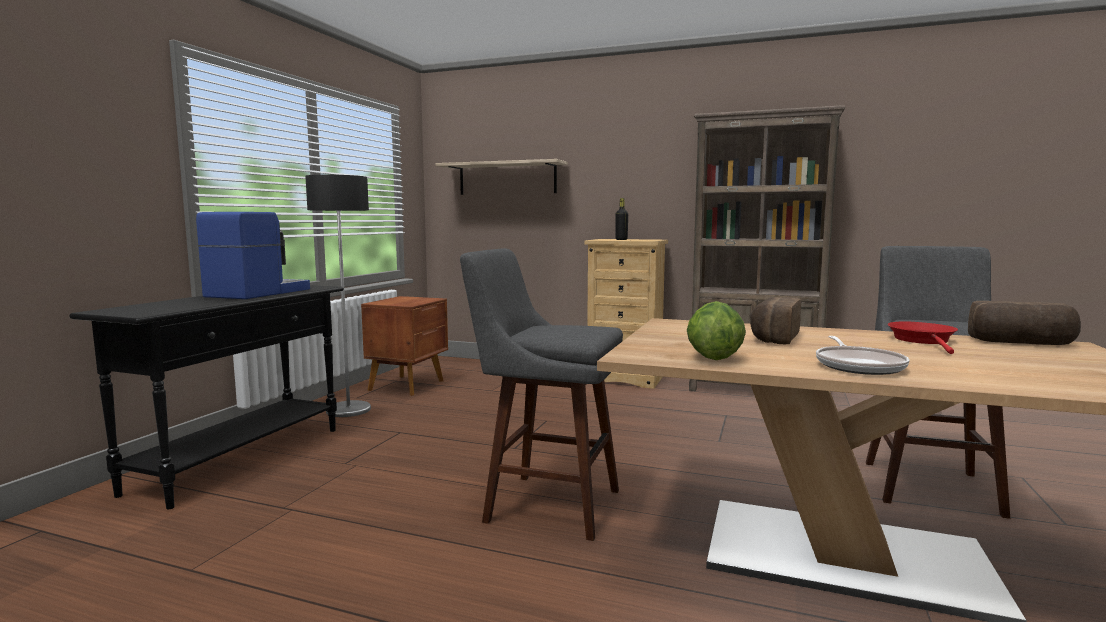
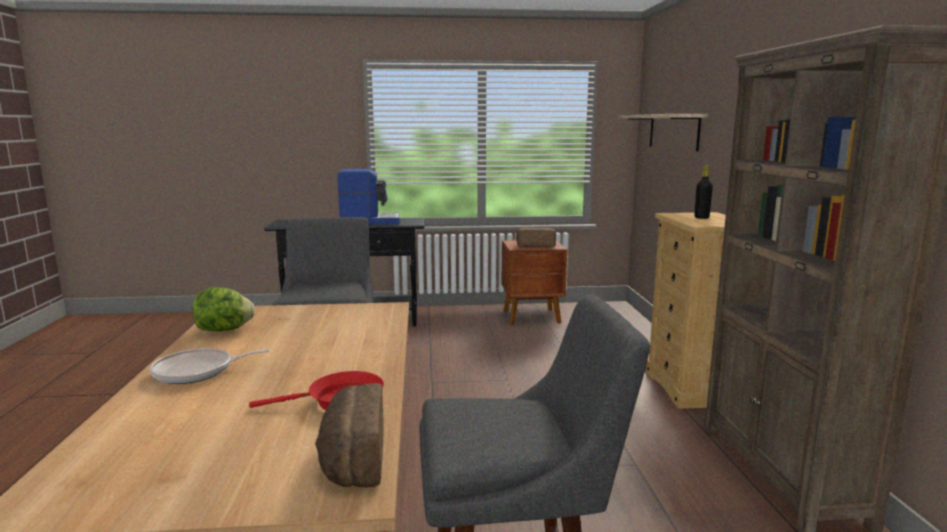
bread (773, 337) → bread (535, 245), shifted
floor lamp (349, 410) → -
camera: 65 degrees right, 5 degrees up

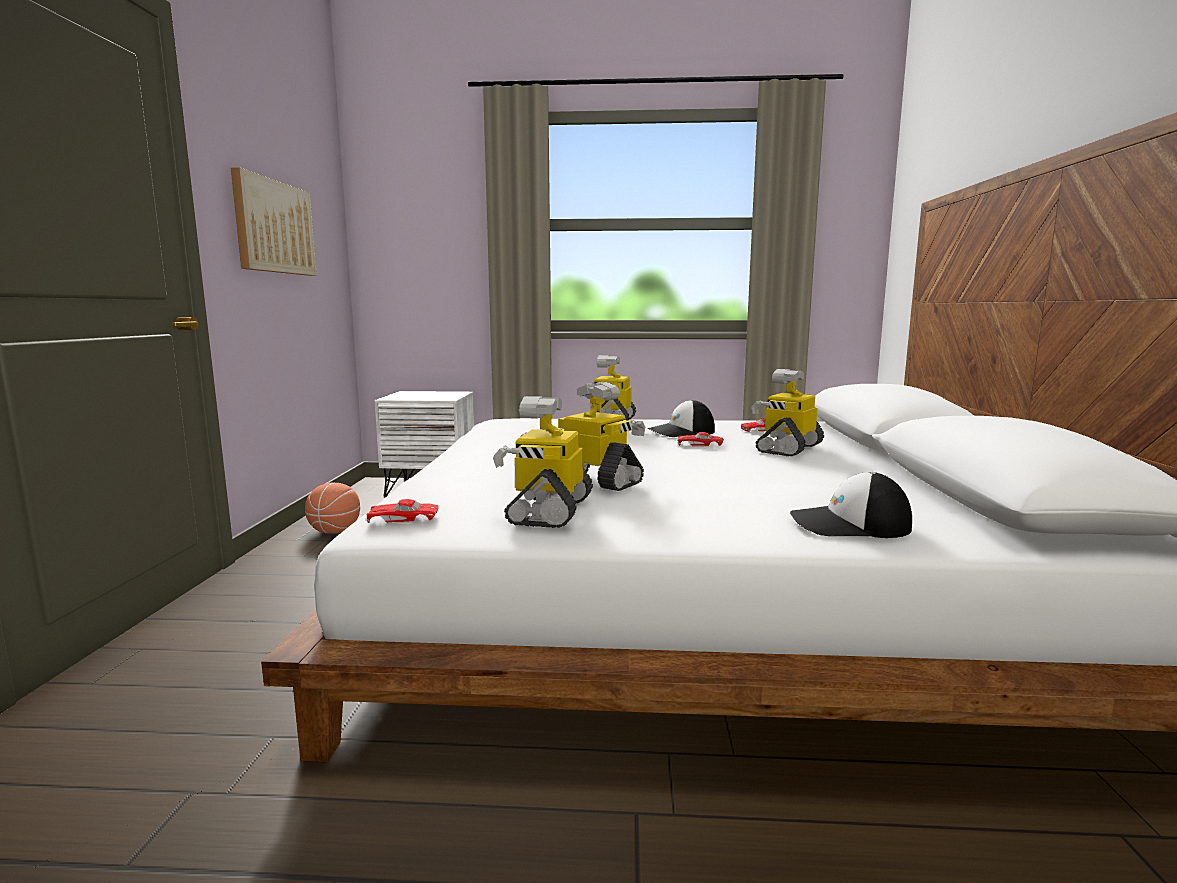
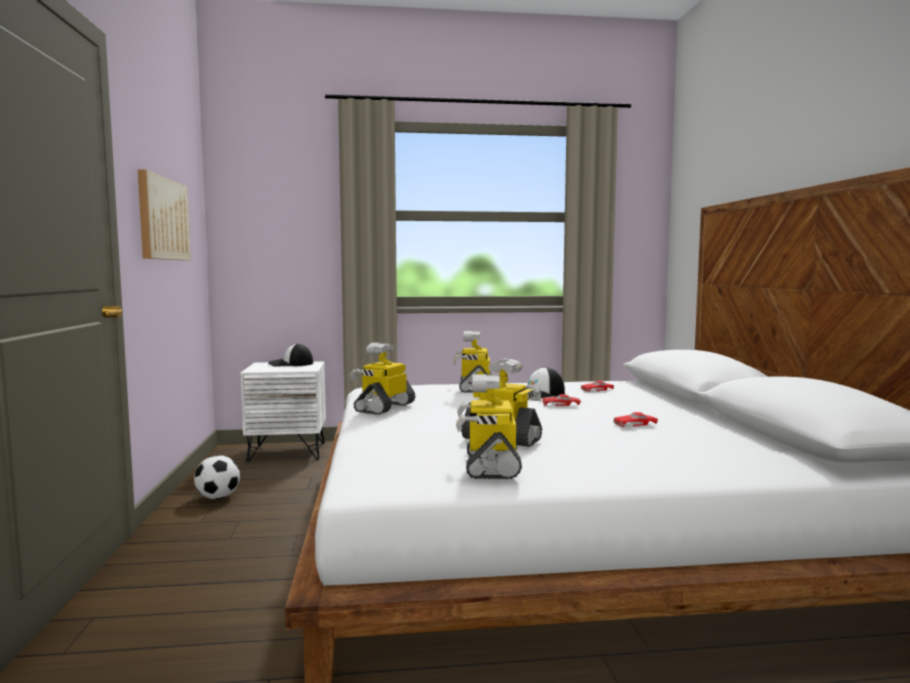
ball for basketball (334, 531) → football (218, 497)
baseball cap (849, 524) → baseball cap (290, 364), shifted
model robot (788, 448) → model robot (384, 407), shifted
toy car/red (403, 518) → toy car/red (635, 424), shifted
camera: 10 degrees left, 5 degrees down

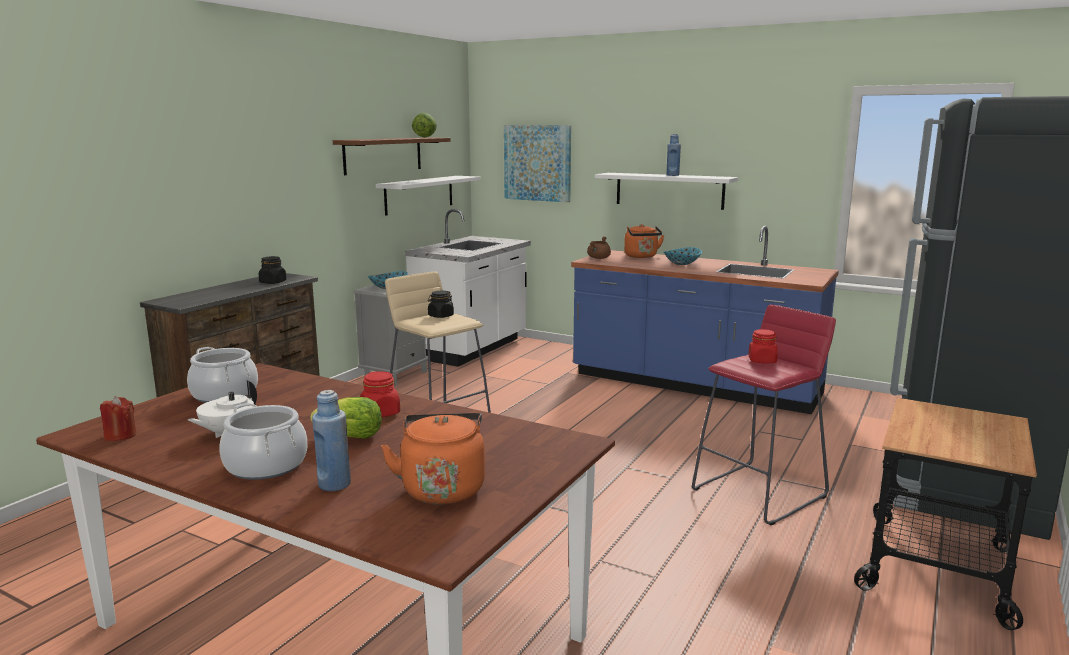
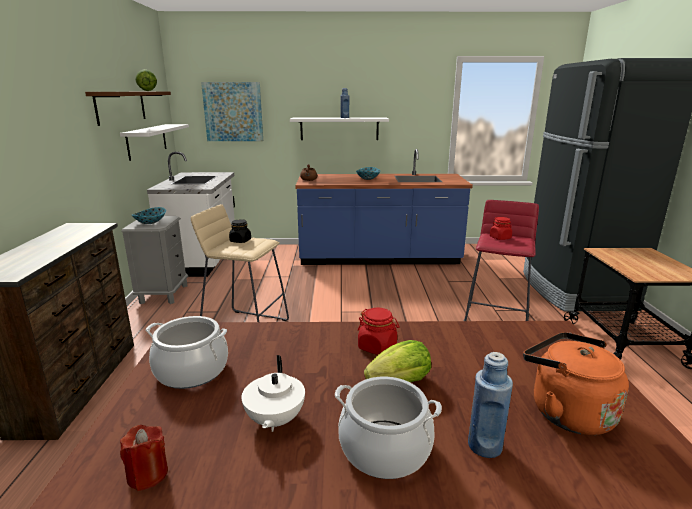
preserve jar/blackish (273, 282) → -
tea kettle/orange-coloured (642, 256) → -
camera: 30 degrees left, 5 degrees up

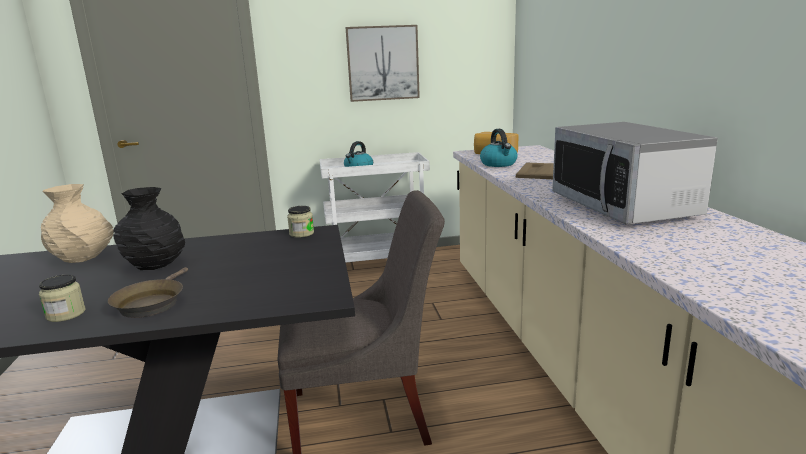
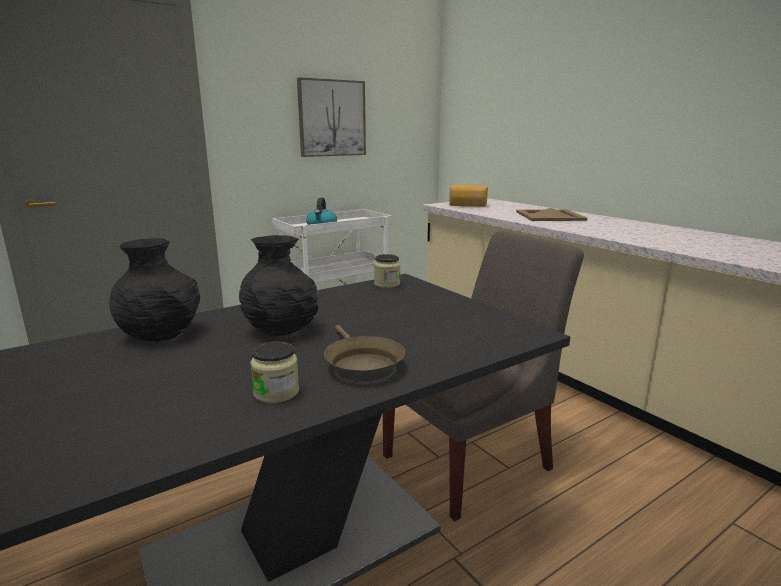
decorative vase/beige (83, 257) → decorative vase/blackish (162, 333)
tea kettle (499, 164) → -
kitchen microwave (623, 207) → -
camera: 25 degrees left, 0 degrees up

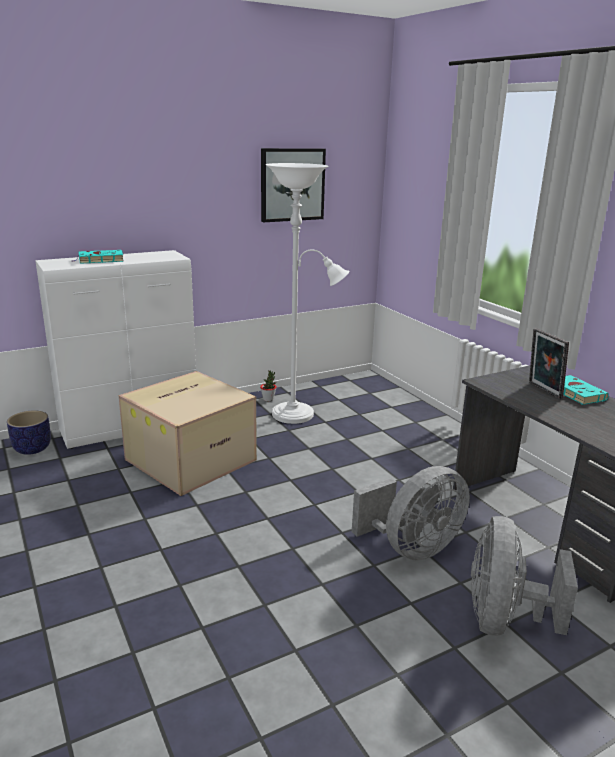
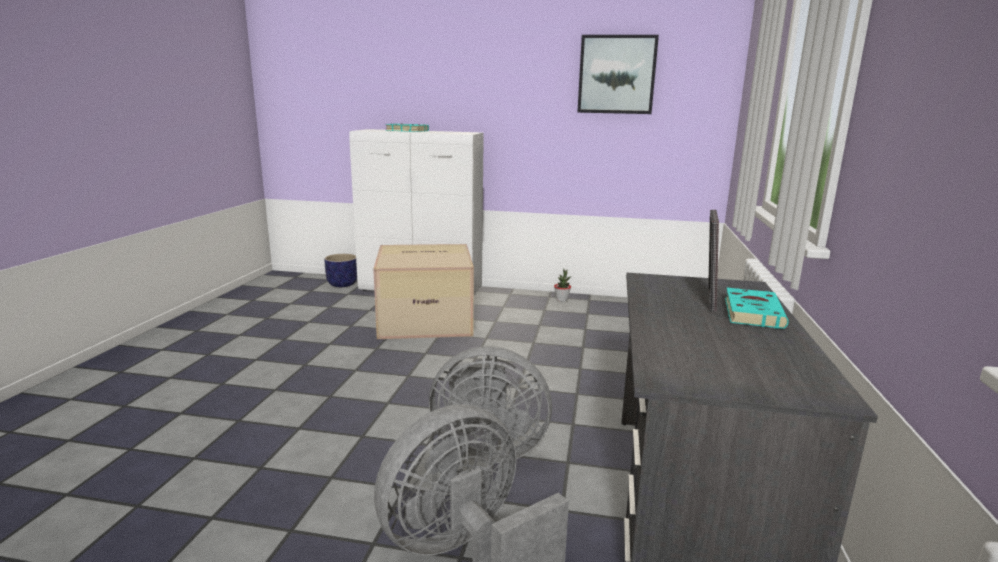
floor lamp/white-coloured (298, 414) → -
camera: 40 degrees right, 5 degrees down

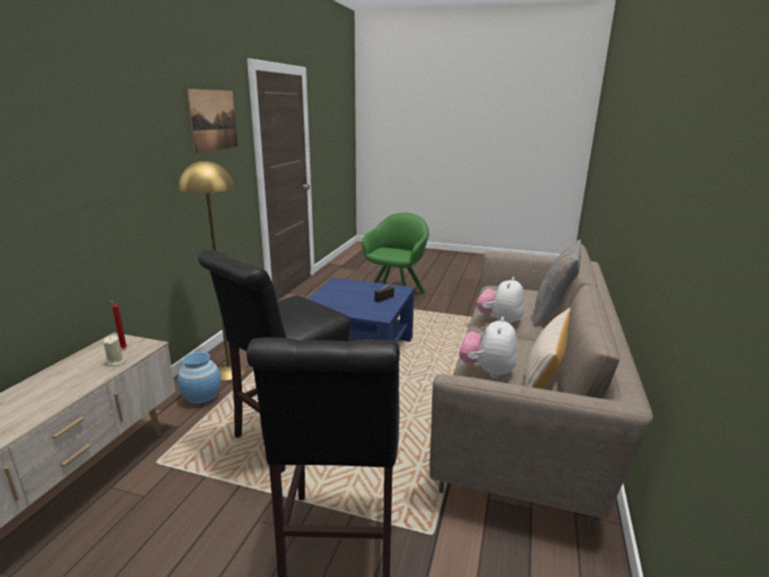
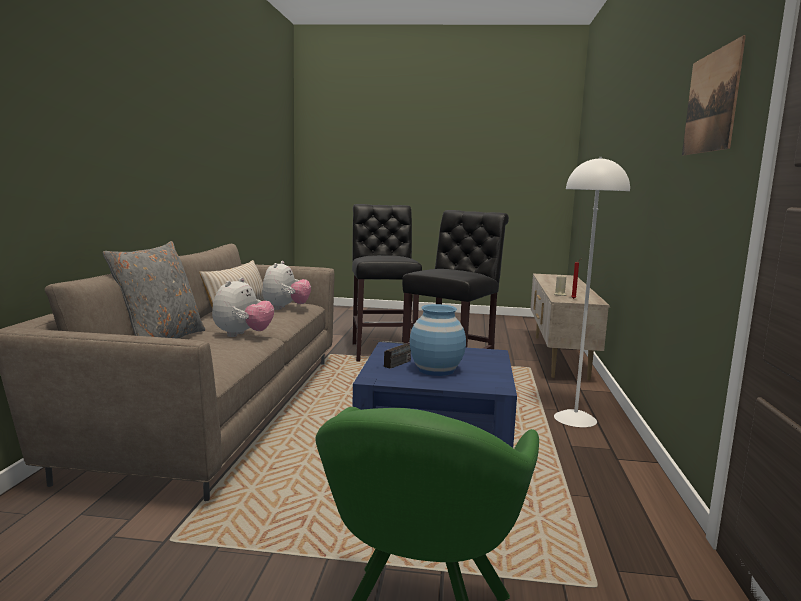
decorative vase/blue-coloured (202, 397) → decorative vase/blue-coloured (436, 370), shifted
floor lamp/yellowish (228, 371) → floor lamp/white-coloured (575, 419)
camera: 170 degrees right, 10 degrees down

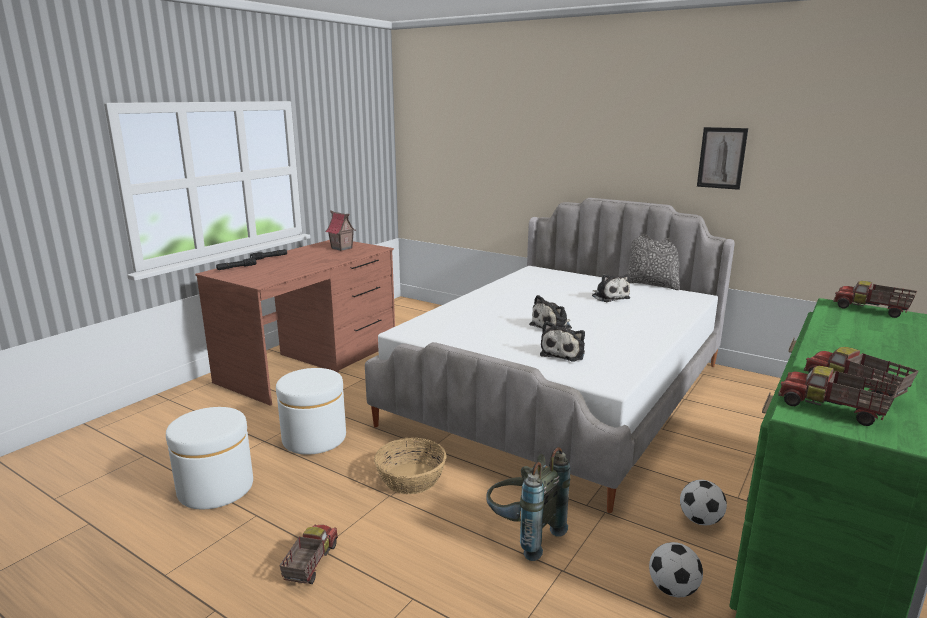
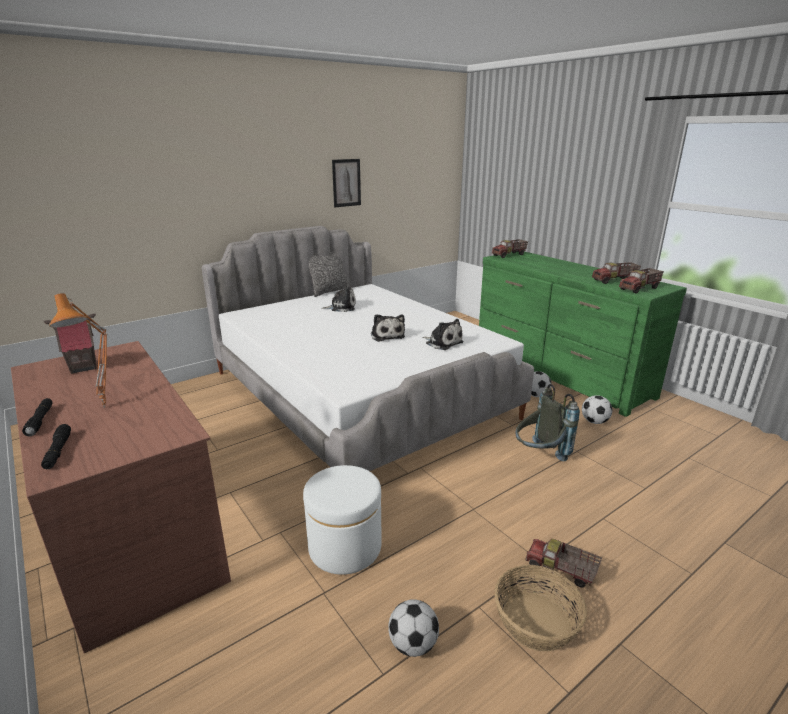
- → table lamp/orange-coloured (107, 407)
pouffe/white-coloured (216, 488) → football (413, 645)
basket (410, 478) → basket (535, 622), shifted
camera: 70 degrees left, 5 degrees up

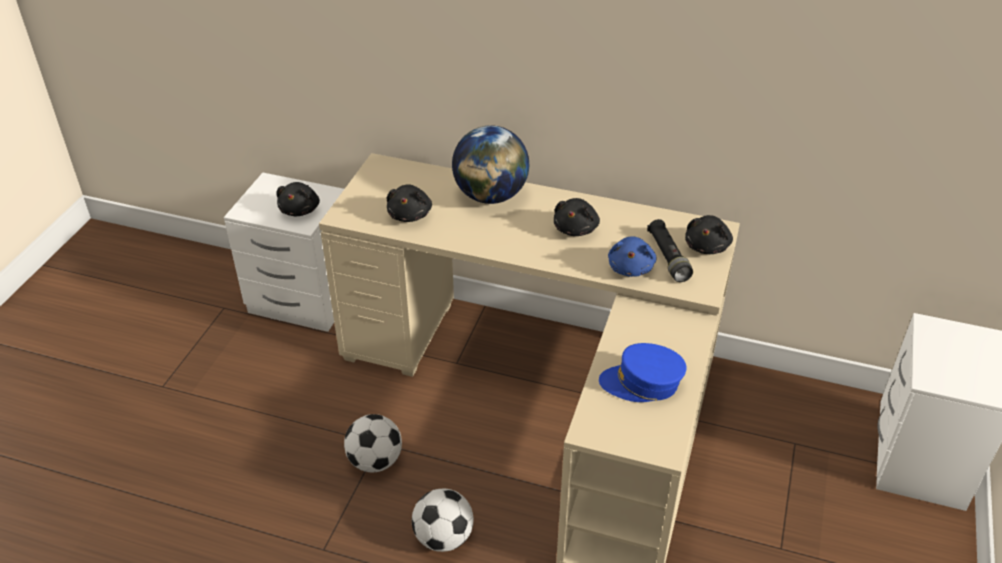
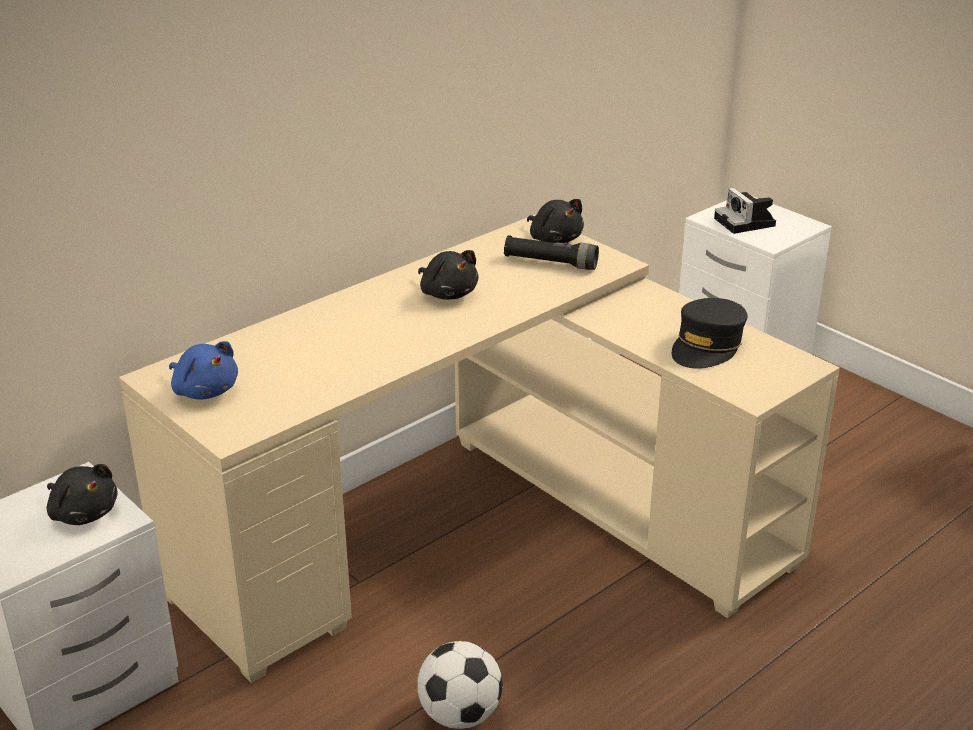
soft toy/blue-coloured (631, 267) → soft toy/blue-coloured (204, 390), shifted
baseball cap/blue-coloured (642, 383) → baseball cap/blackish (707, 346)
- → still camera (746, 223)
soft toy/blackish (410, 214) → -
football (444, 537) → -
desk globe (490, 196) → -
camera: 60 degrees left, 10 degrees down

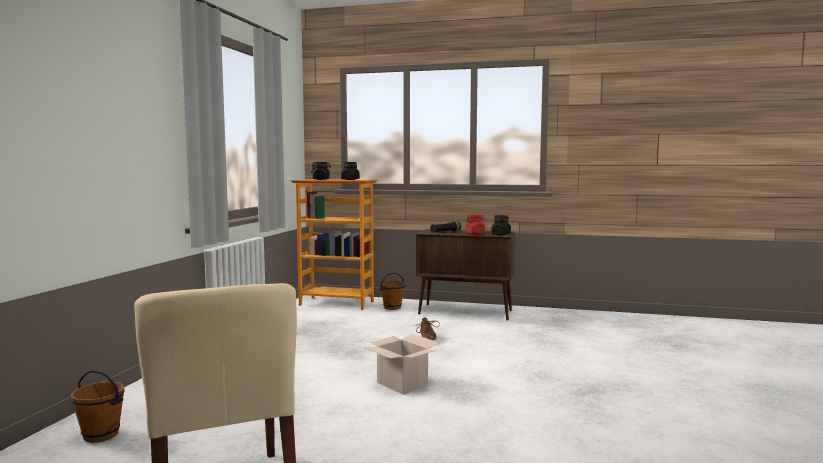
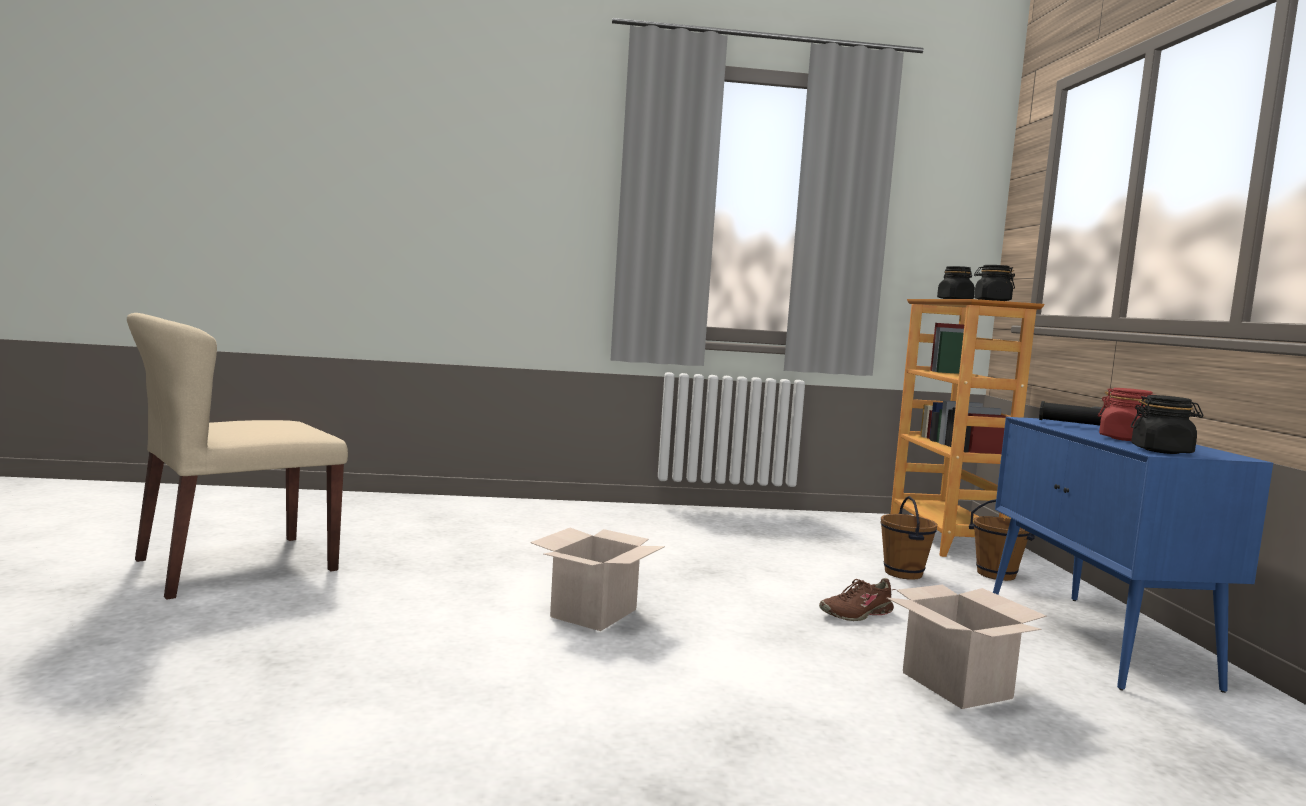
pail/brown-coloured (101, 435) → pail/brown-coloured (904, 573), shifted
- → carton (959, 686)
cabinet/brown-coloured (466, 312) → cabinet/blue-coloured (1096, 640)
camera: 70 degrees right, 0 degrees up

